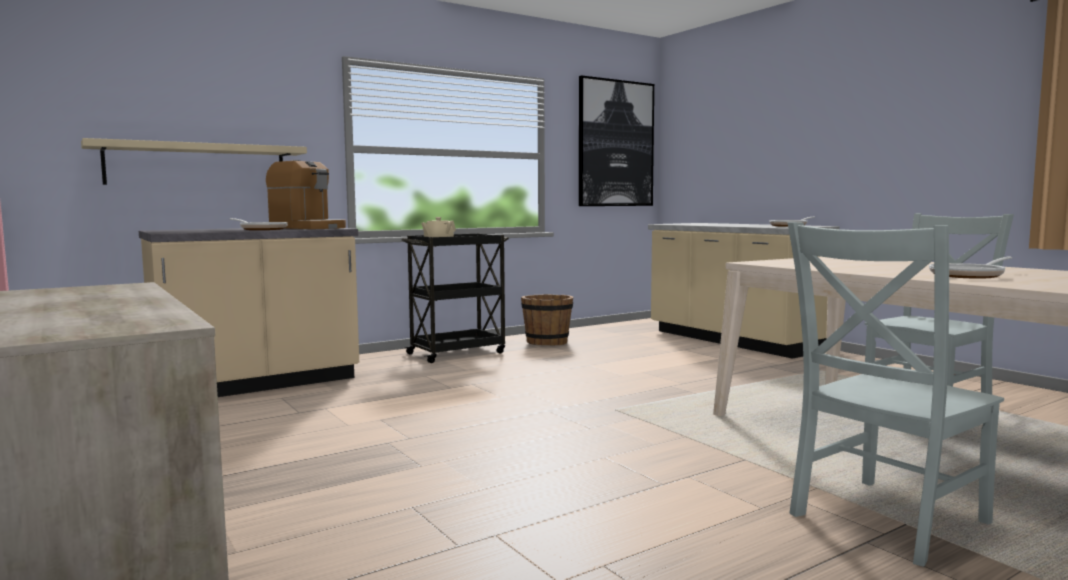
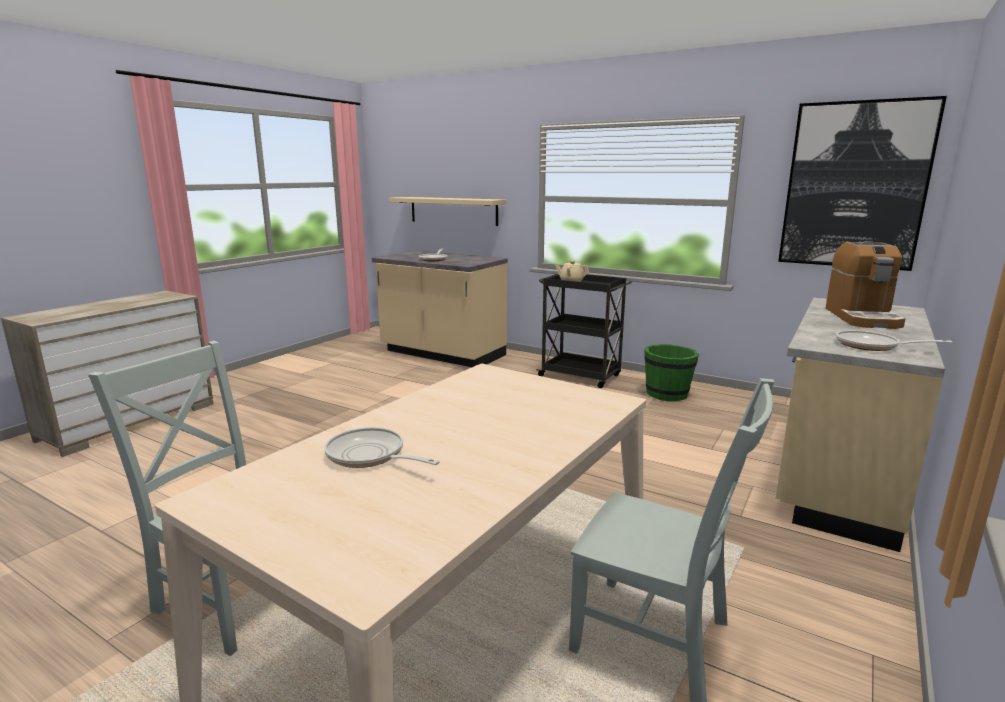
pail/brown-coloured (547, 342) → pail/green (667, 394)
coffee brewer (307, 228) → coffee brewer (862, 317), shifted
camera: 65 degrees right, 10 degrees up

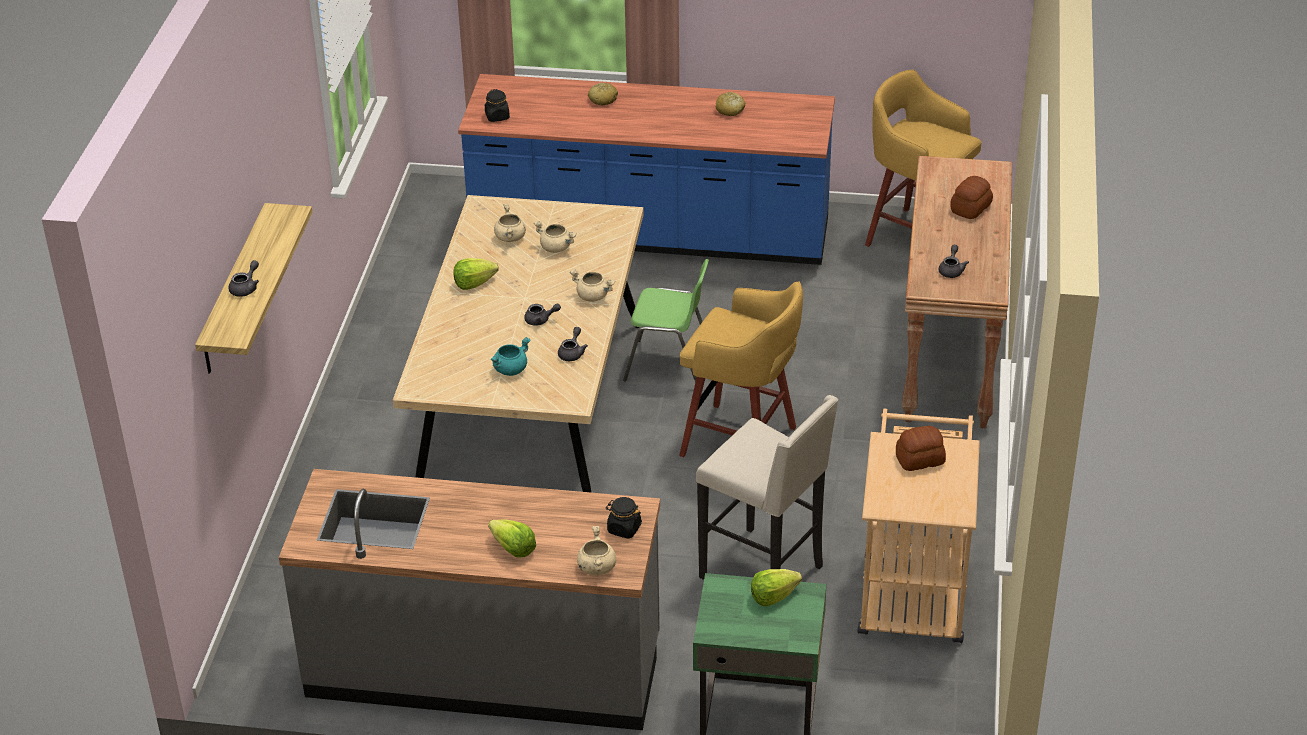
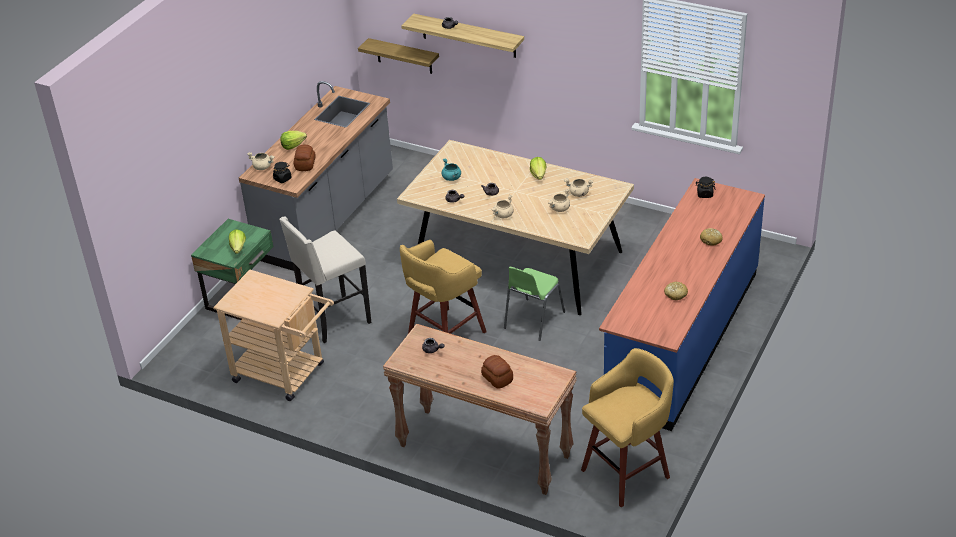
bread (919, 459) → bread (305, 164), shifted
- → shelf (404, 56)
camera: 110 degrees right, 0 degrees up

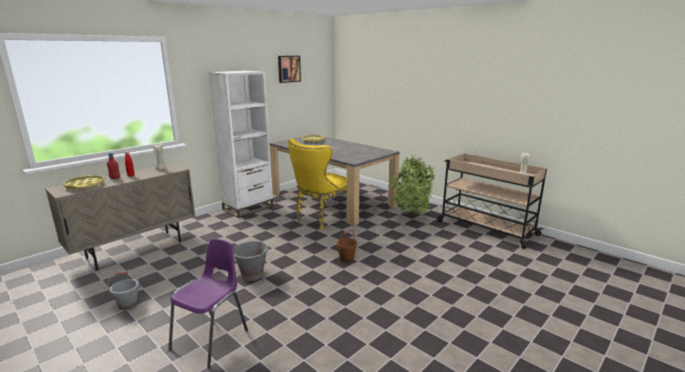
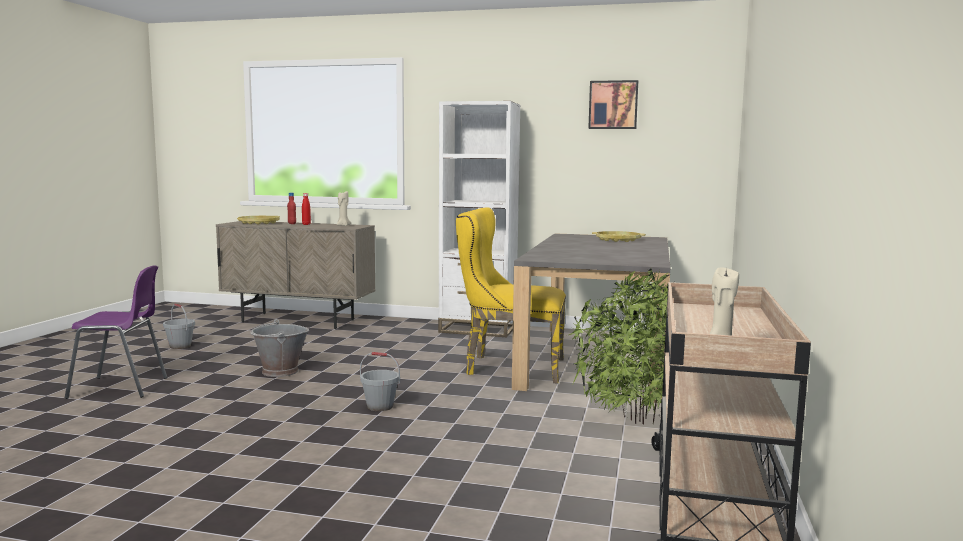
pail/brown-coloured (346, 258) → pail/grey (380, 406)
camera: 60 degrees right, 10 degrees down

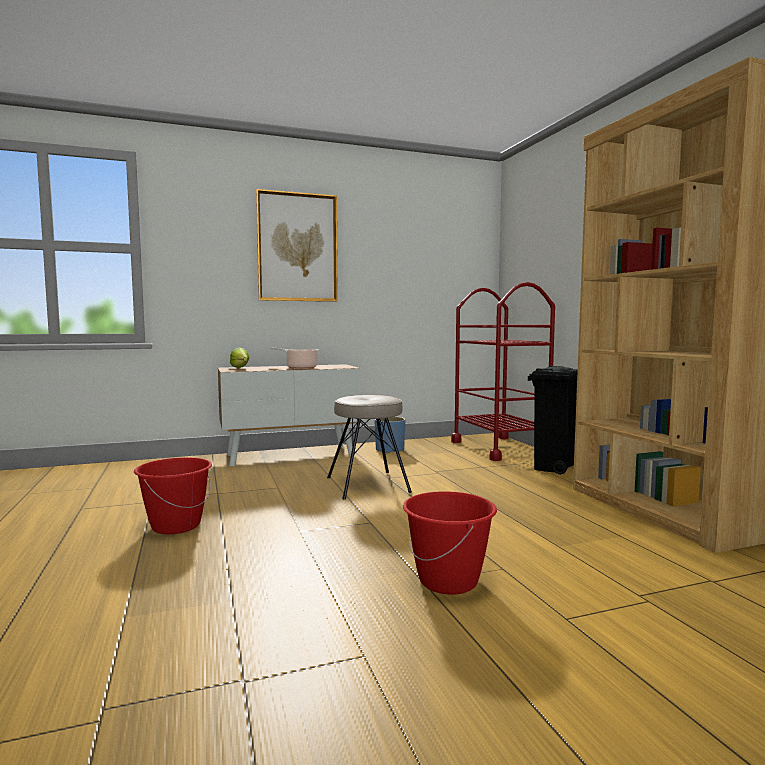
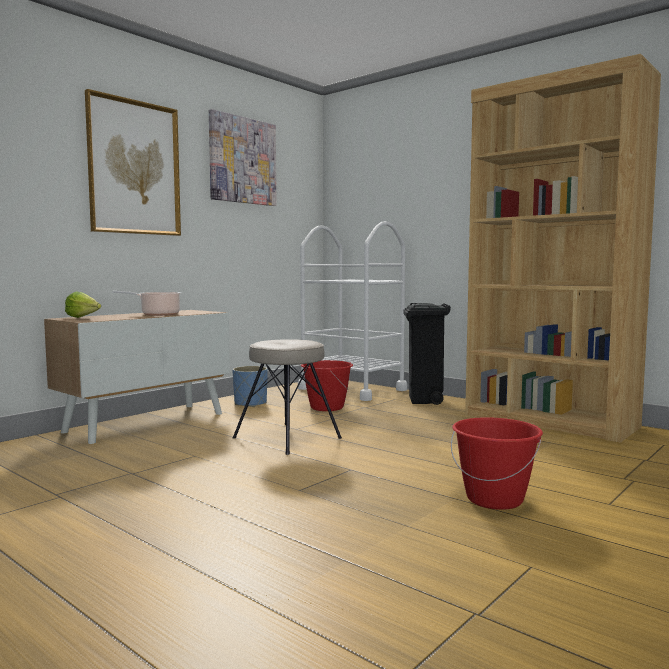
- → wall picture (242, 160)
cart/red (500, 448) → cart/white-coloured (352, 389)
pail/red (176, 526) → pail/red (326, 407), shifted
camera: 30 degrees left, 0 degrees up

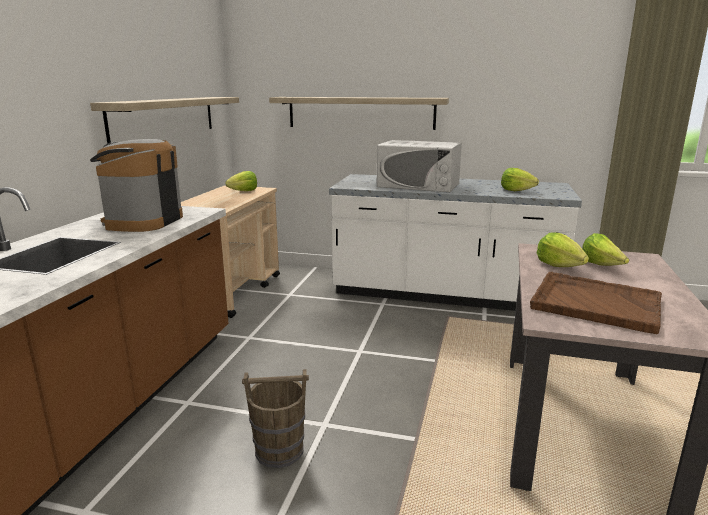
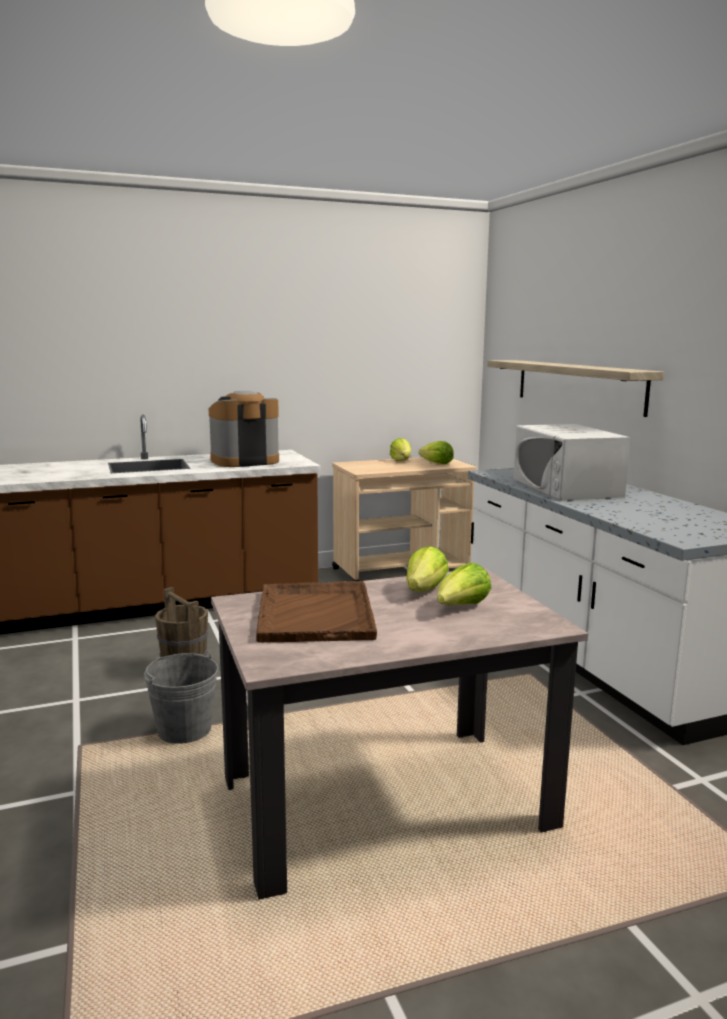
- → pail/grey (184, 730)
lettuce (516, 190) → lettuce (401, 461), shifted
shelf (165, 117) → -
camera: 55 degrees right, 5 degrees down

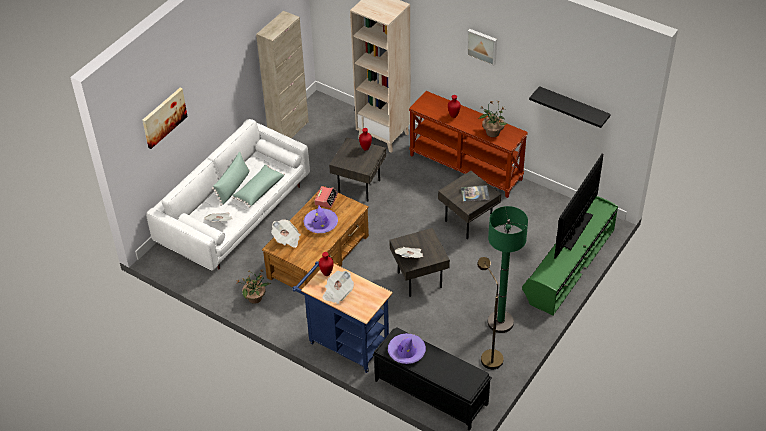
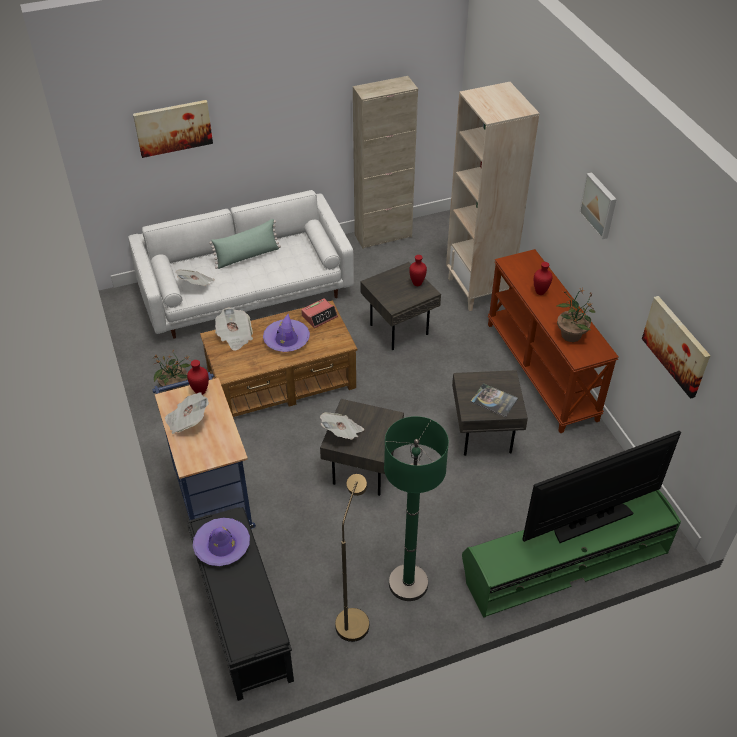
shelf/blackish (573, 108) → wall picture (676, 346)
pillow/green (258, 190) → -
camera: 35 degrees right, 0 degrees up

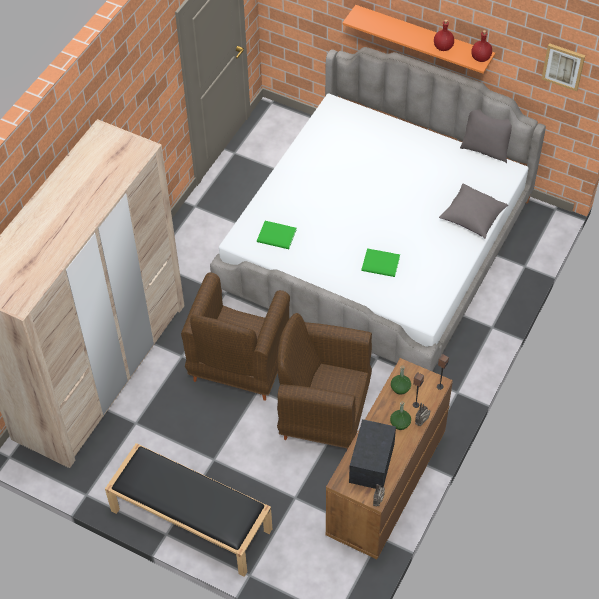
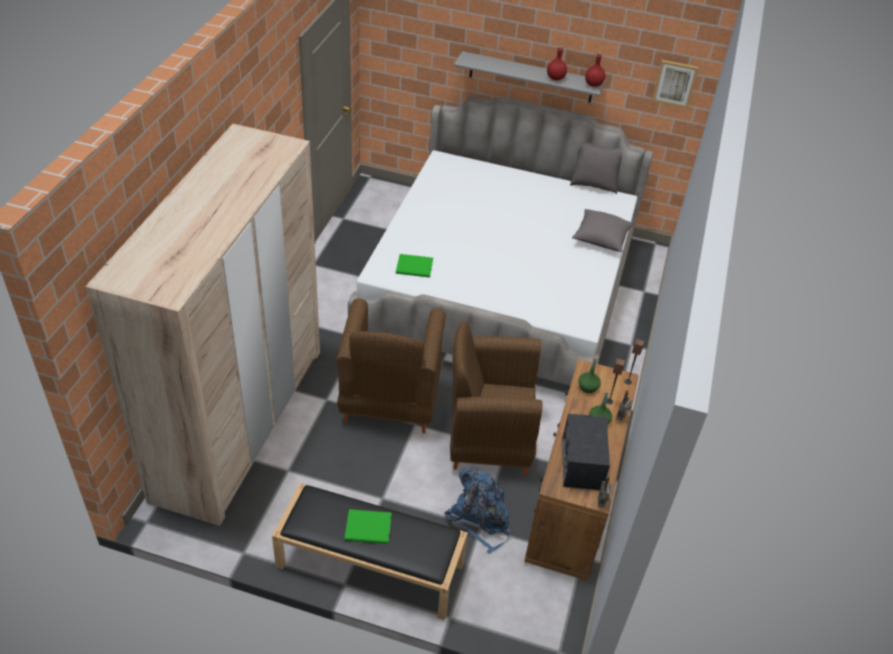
volume/green (381, 264) → volume/green (369, 529), shifted
- → knapsack/blue-coloured (480, 518)
shelf/orange-coloured (423, 38) → shelf/grey (531, 77)
camera: 15 degrees left, 10 degrees down

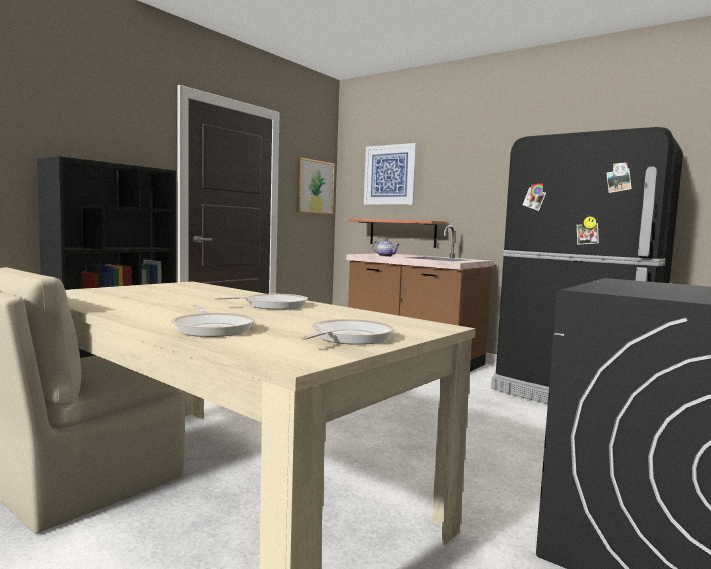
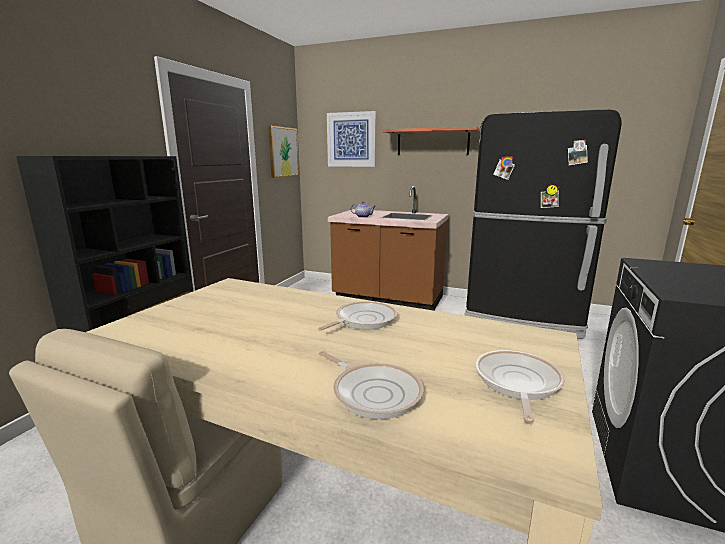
shelf (402, 233) → shelf (432, 142), shifted
camera: 15 degrees left, 10 degrees up

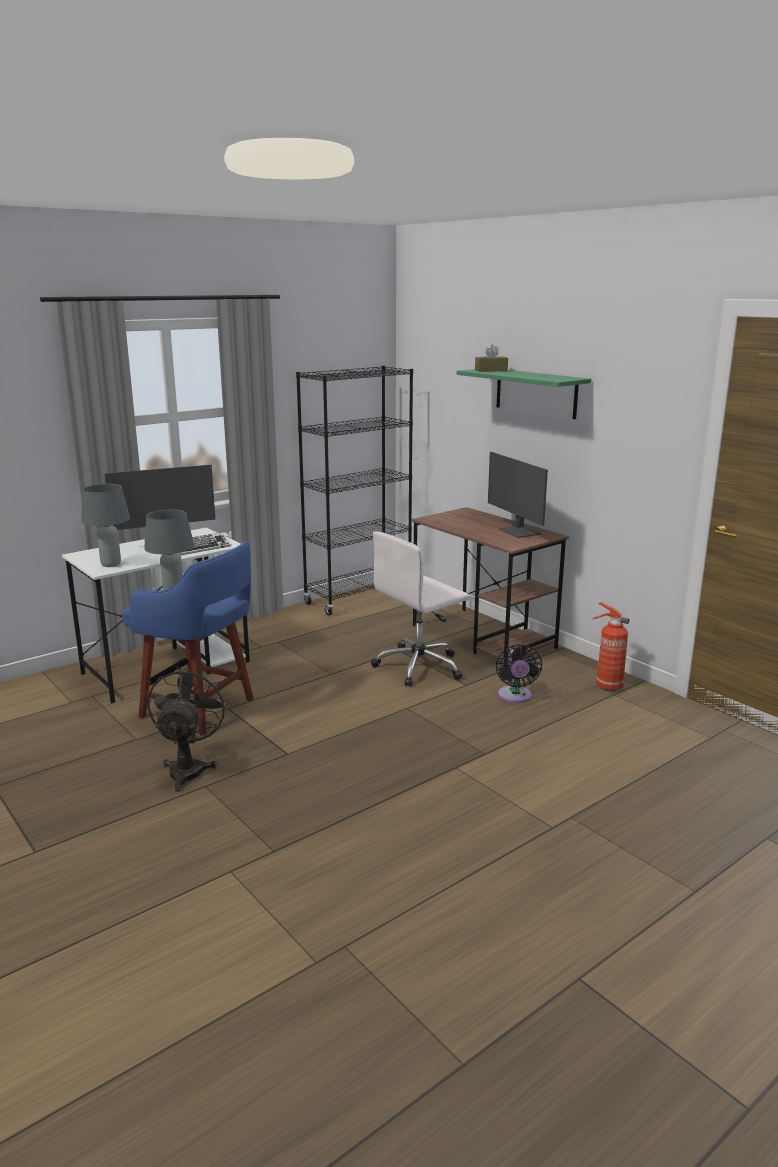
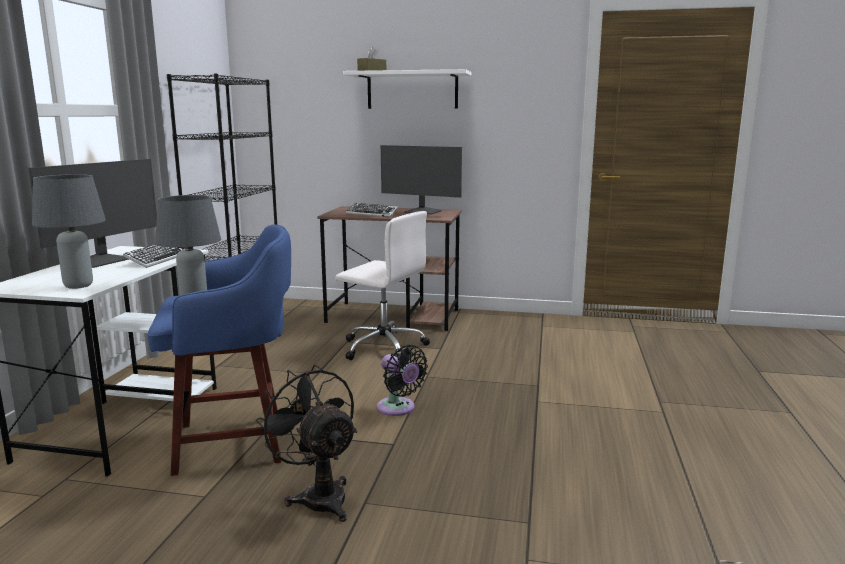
computer chair/white-coloured (420, 666) → computer chair/white-coloured (383, 347), 75 degrees counterclockwise
shelf/green (536, 393) → shelf/white-coloured (412, 90)
- → computer keyboard (372, 214)
fan/blackish (515, 697) → fan/blackish (398, 409), shifted
extinguisher (607, 686) → -
camera: 40 degrees left, 5 degrees down

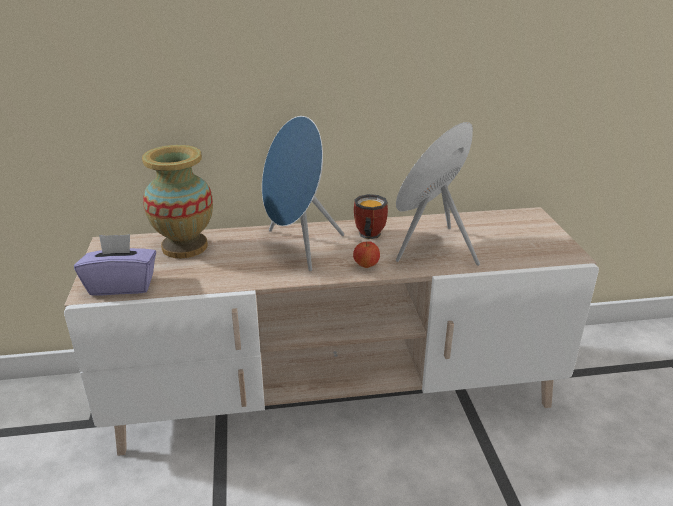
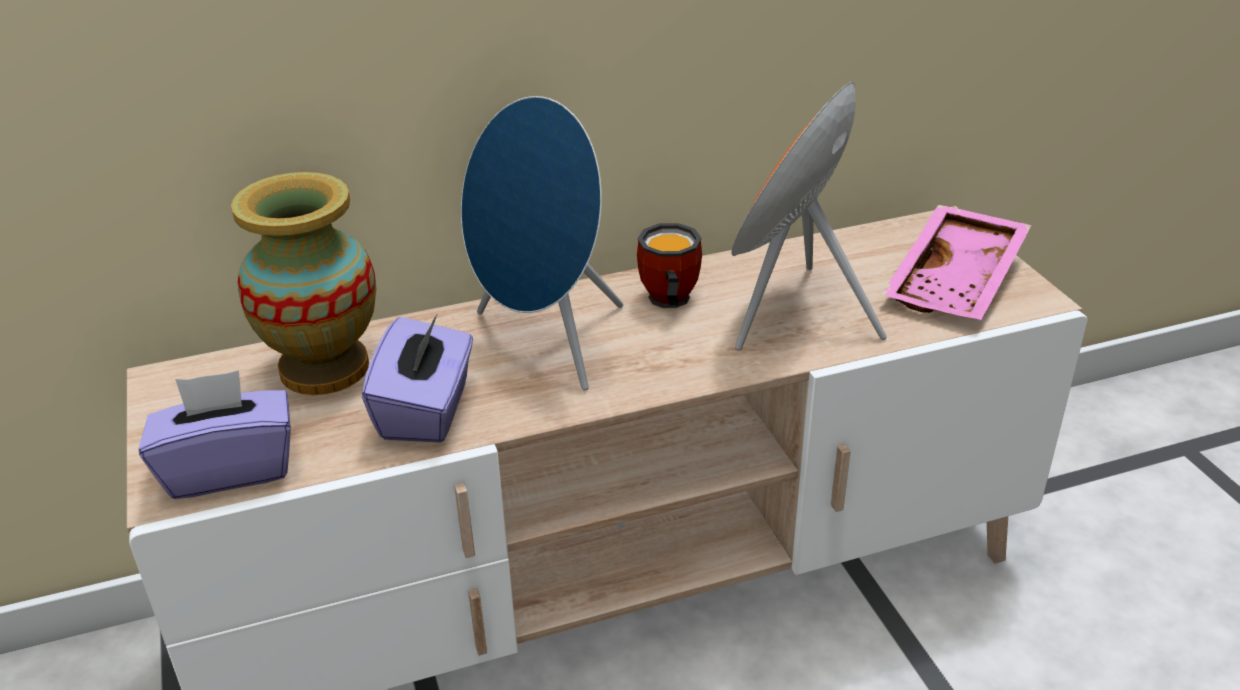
- → box of tissues/purple (427, 410)
- → serving tray/pink (958, 282)
apple (366, 266) → -
camera: 10 degrees left, 5 degrees up

